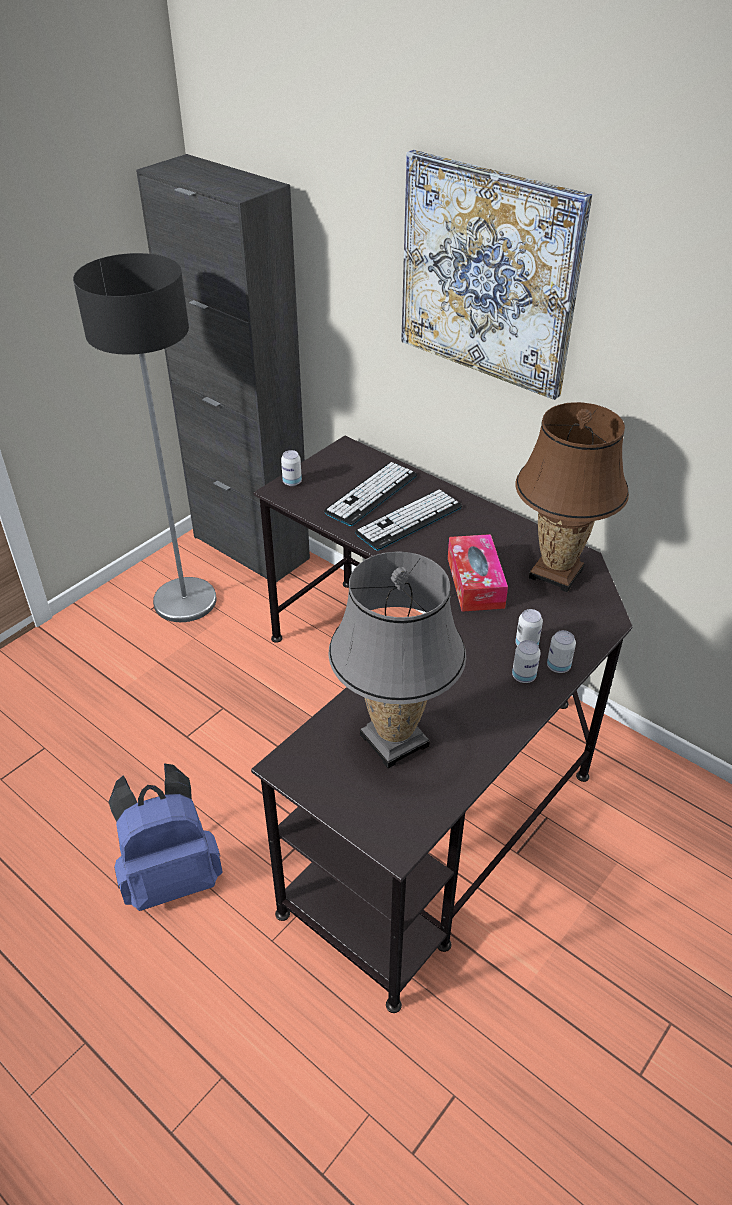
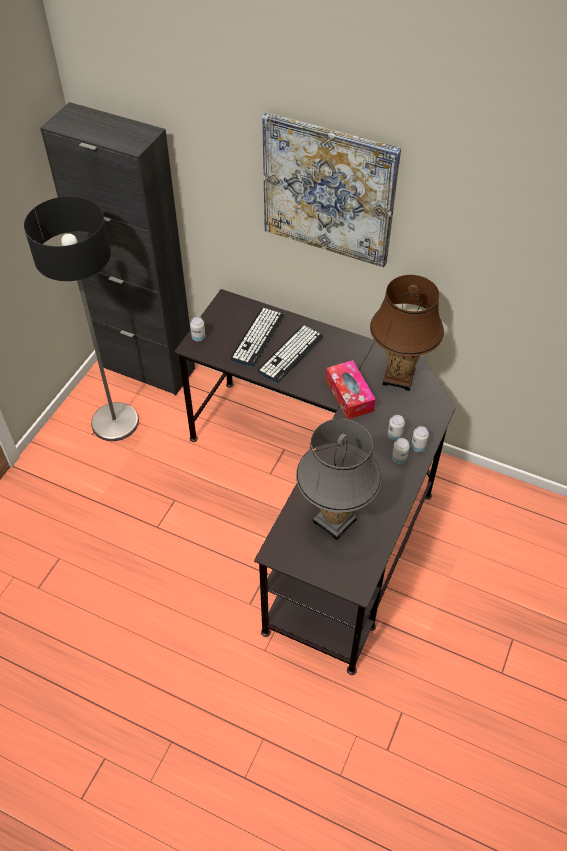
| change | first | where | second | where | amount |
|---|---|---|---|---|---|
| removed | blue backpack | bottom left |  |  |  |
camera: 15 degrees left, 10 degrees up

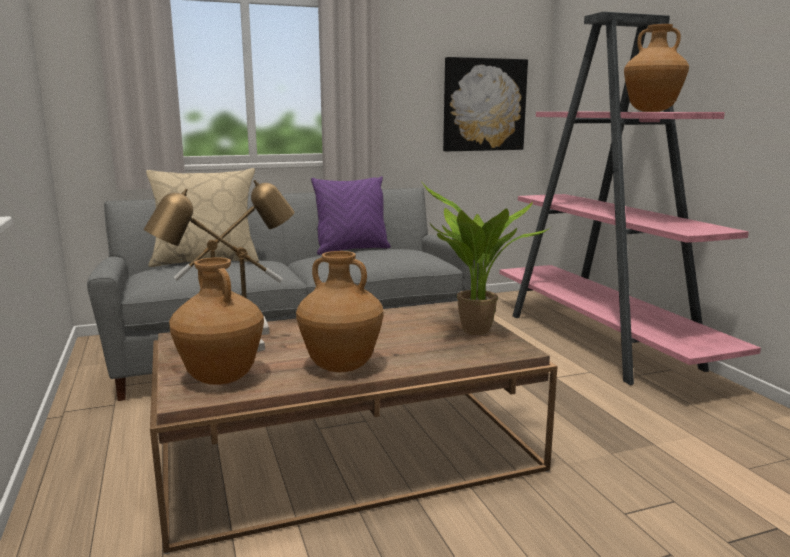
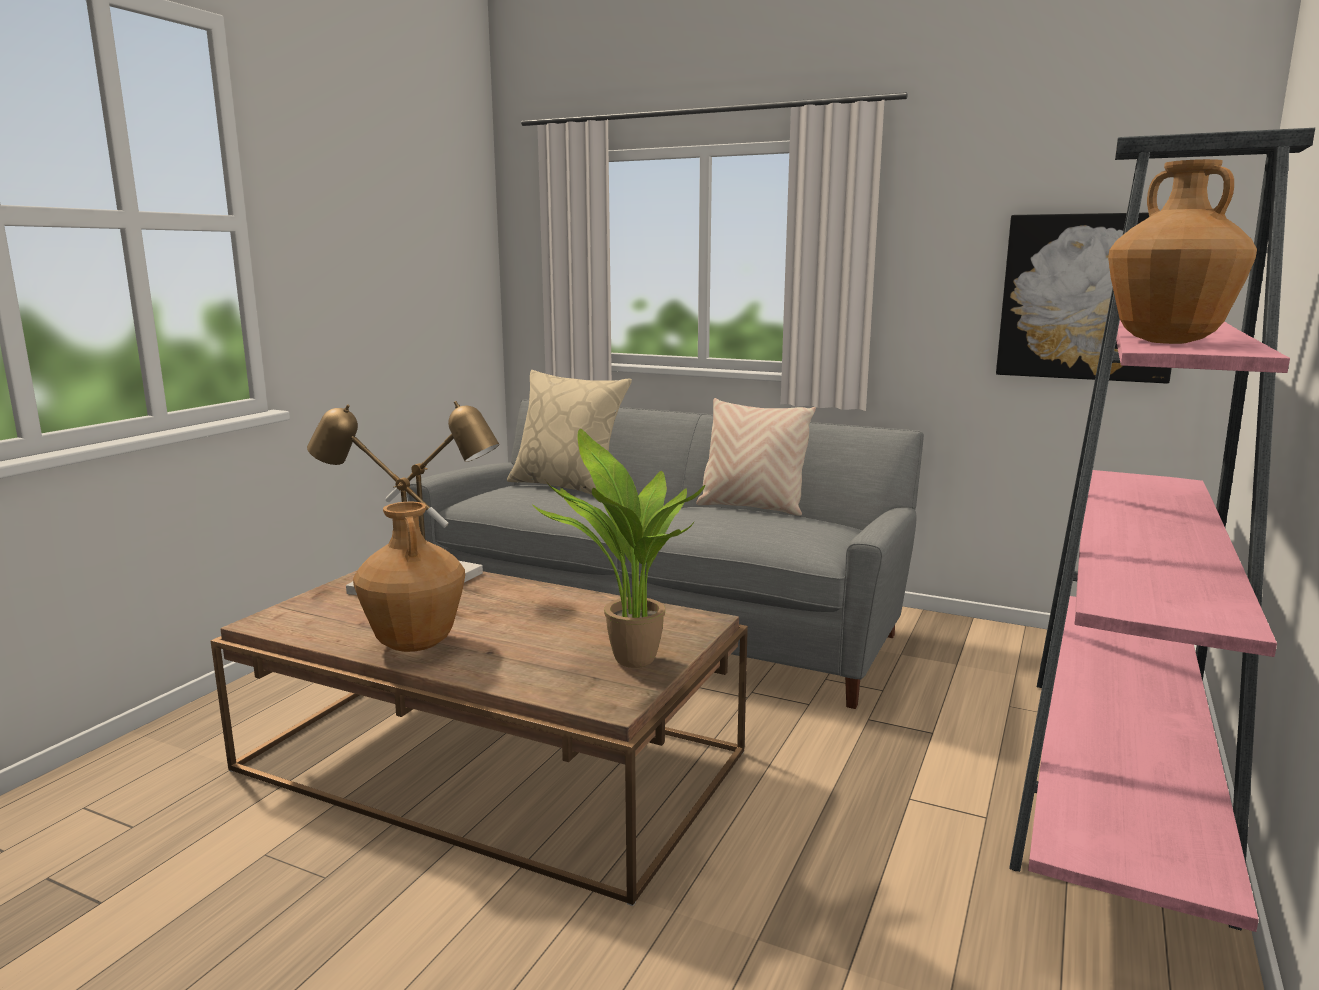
| change | first | where | second | where | amount |
|---|---|---|---|---|---|
| removed | brown vase (1st from left) | middle left |  |  |  |
| recoloured | purple pillow | centre | beige pillow (2nd from left) | centre |  |
camera: 45 degrees right, 0 degrees up

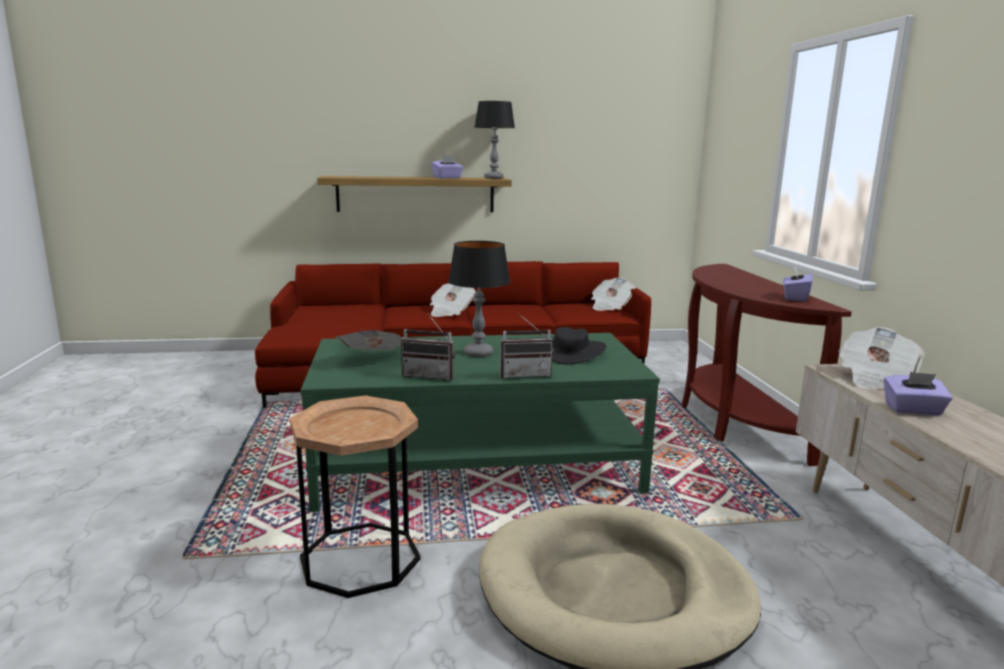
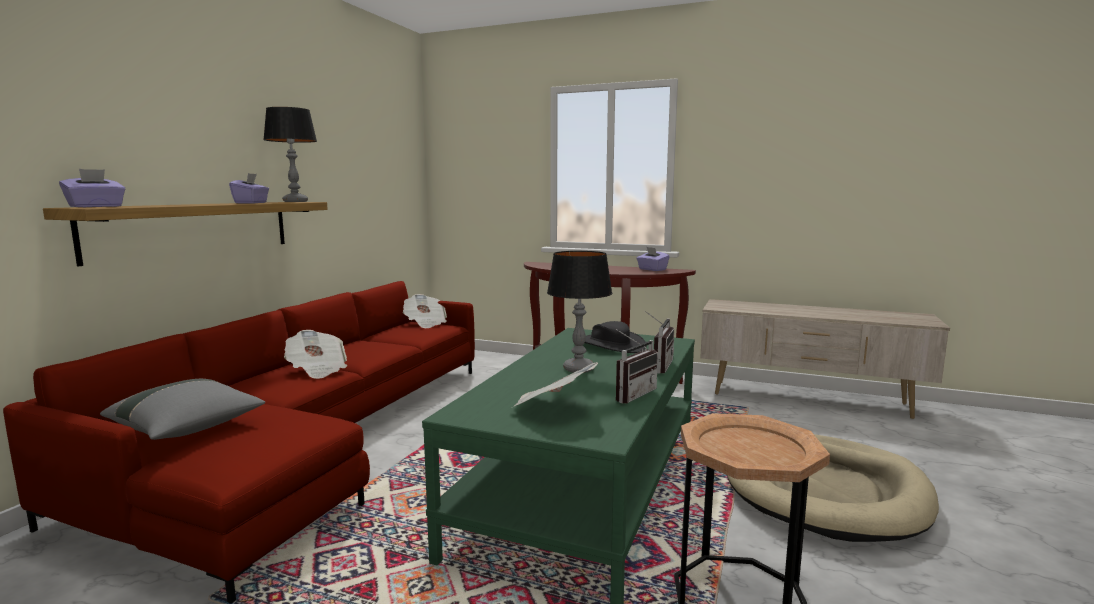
| change | first | where | second | where | amount |
|---|---|---|---|---|---|
| removed | newspaper (4th from left) | middle right |  |  |  |
| added |  |  | grey pillow | bottom left |  |
| moved | purple tissue box (3rd from left in the first image) | middle right | purple tissue box (1st from left) | top left |  |
camera: 60 degrees left, 5 degrees down

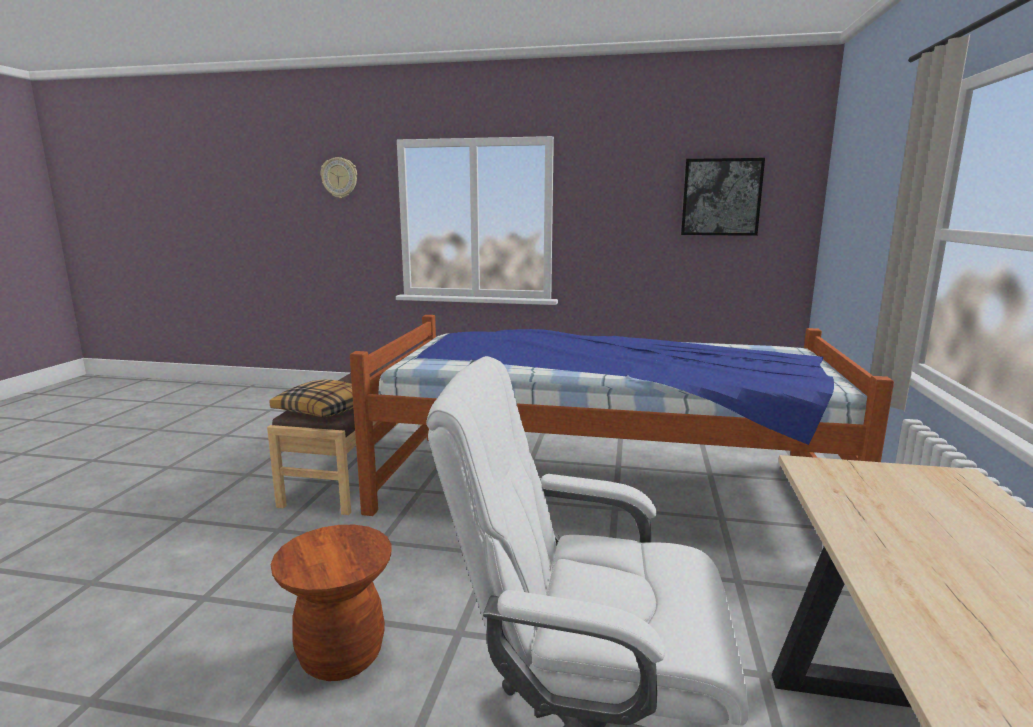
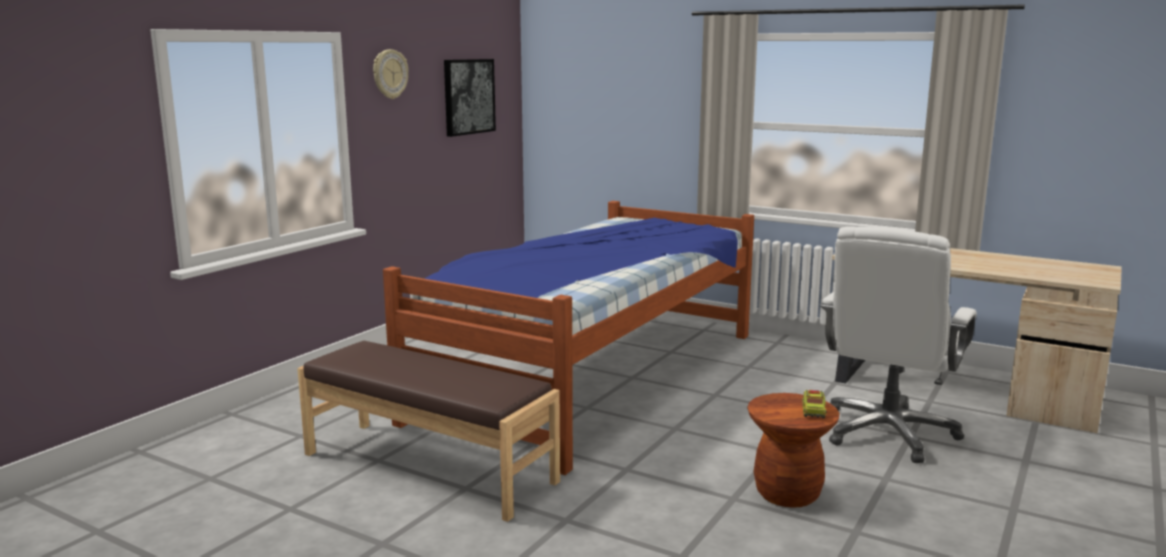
| change | first | where | second | where | amount |
|---|---|---|---|---|---|
| removed | pillow | middle left |  |  |  |
| added |  |  | toy truck | bottom right |  |
| moved | wall clock | top left |  | top centre |  |
camera: 70 degrees left, 0 degrees up

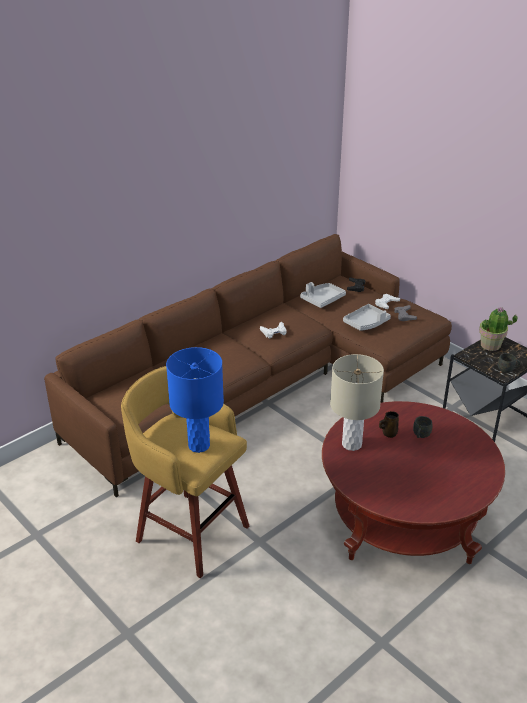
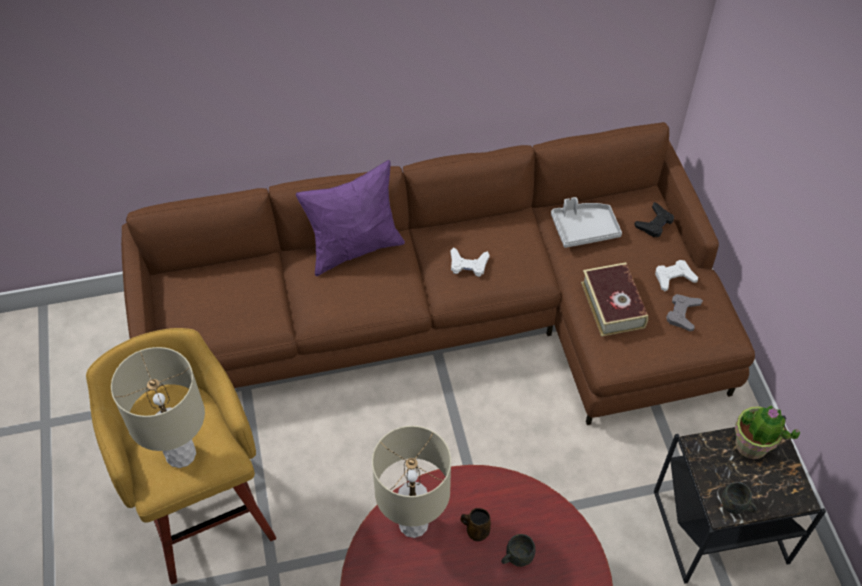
| change | first | where | second | where | amount |
|---|---|---|---|---|---|
| added |  |  | purple pillow | centre |  |
| replaced | grey tray (2nd from left) | middle right | book | middle right |  |
| recoloured | blue table lamp | centre | beige table lamp (1st from left) | bottom left |  |
camera: 30 degrees right, 20 degrees up

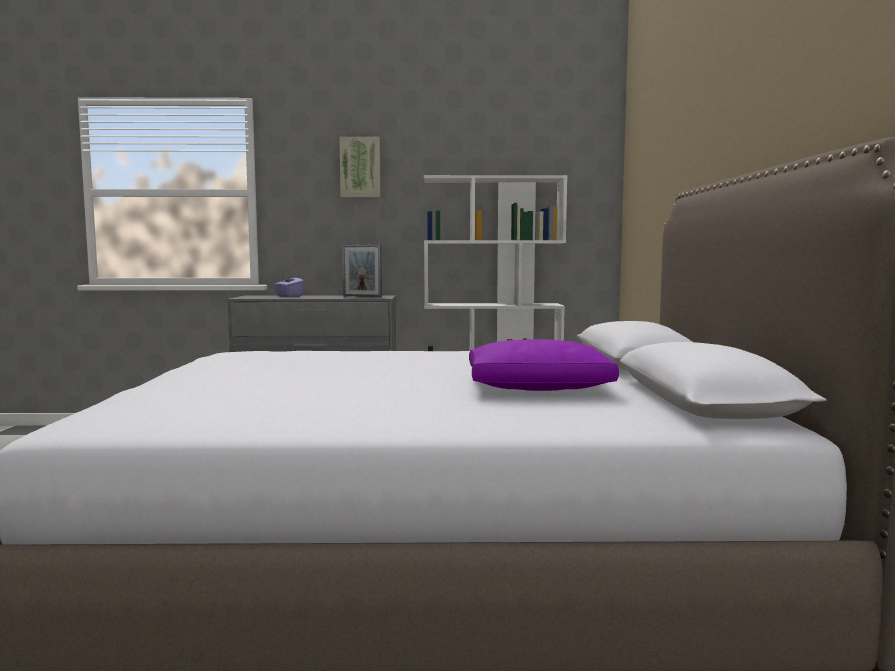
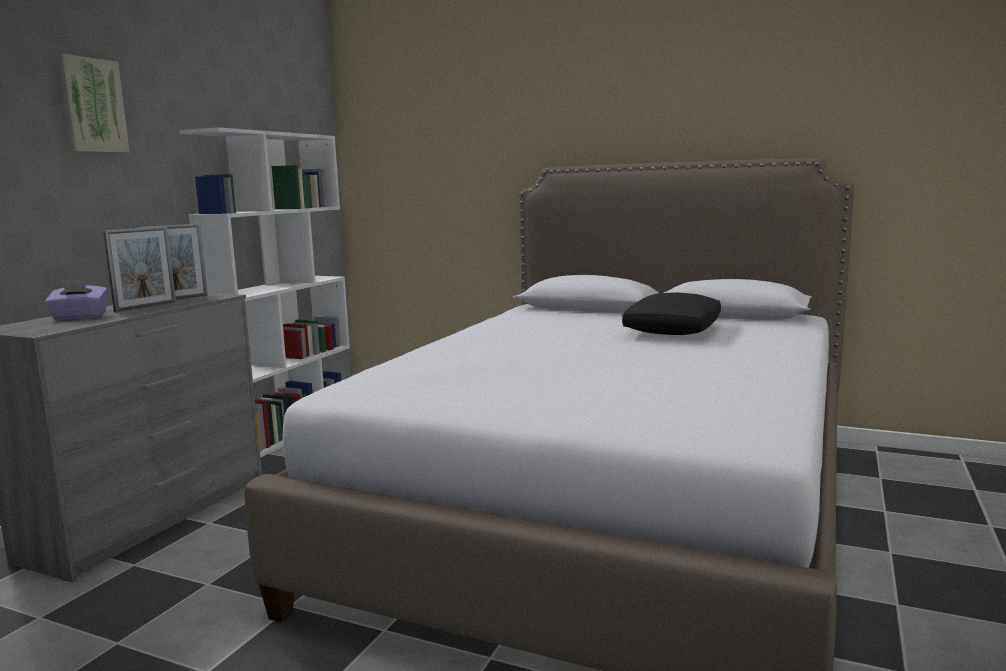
| change | first | where | second | where | amount |
|---|---|---|---|---|---|
| added |  |  | picture frame (1st from left) | middle left |  |
| recoloured | purple pillow | centre | black pillow | middle right |  |
camera: 65 degrees left, 5 degrees up

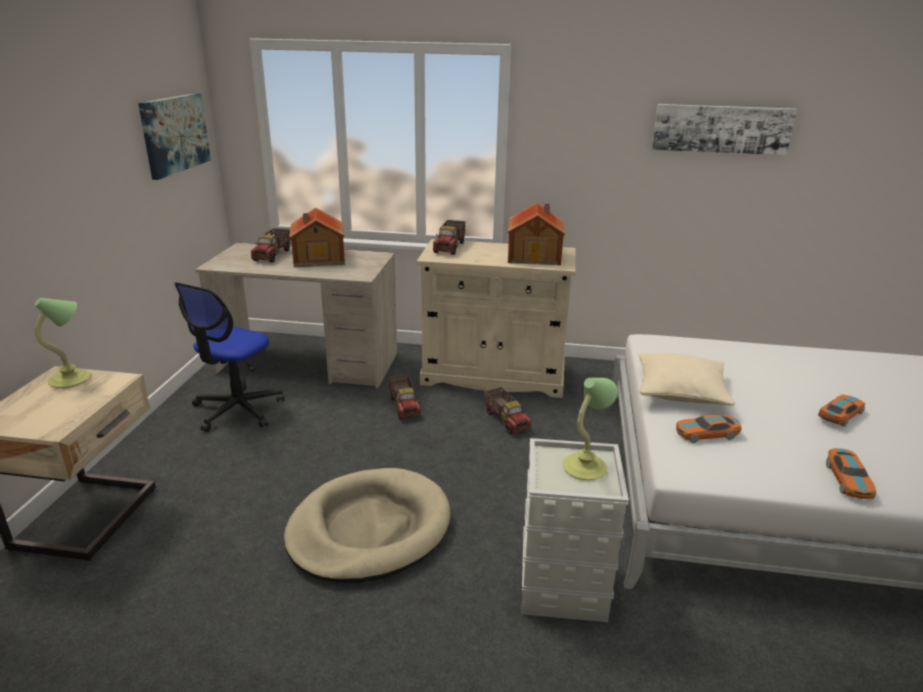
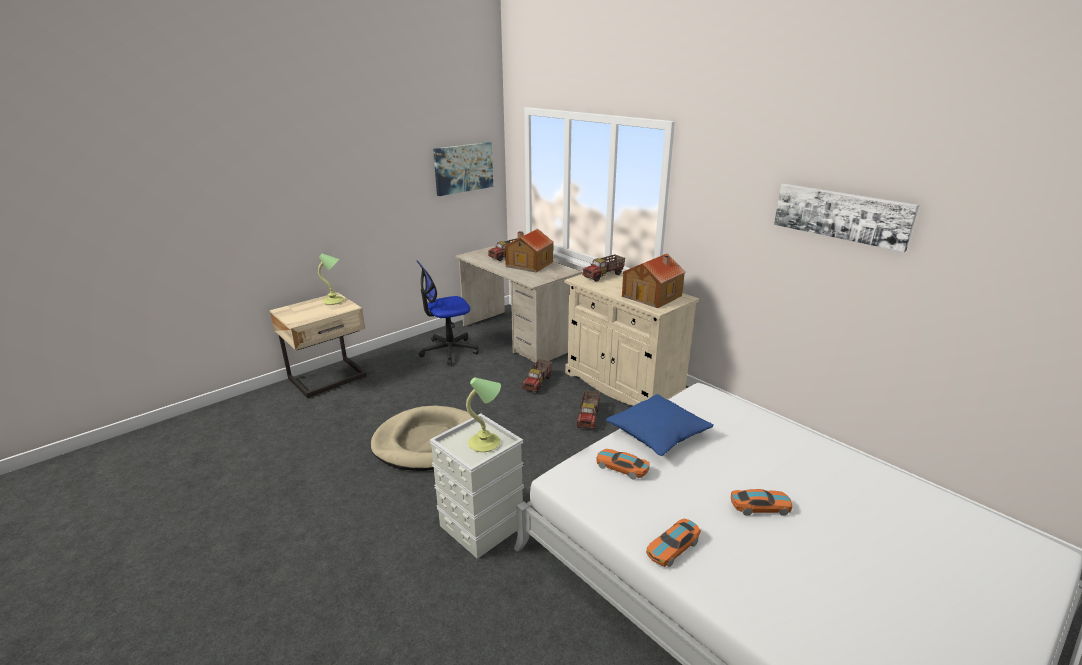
| change | first | where | second | where | amount |
|---|---|---|---|---|---|
| recoloured | beige pillow | middle right | blue pillow | centre |  |
camera: 40 degrees right, 0 degrees up

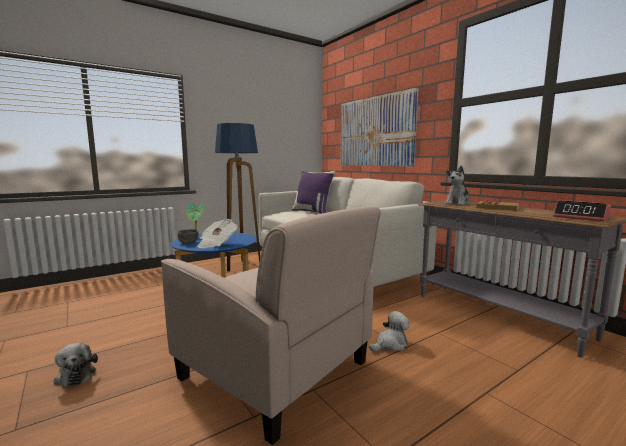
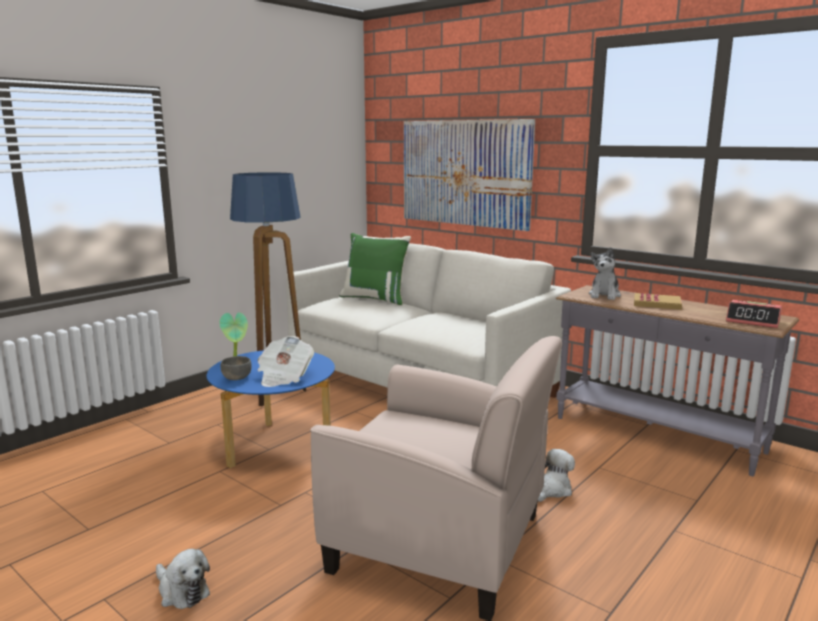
| change | first | where | second | where | amount |
|---|---|---|---|---|---|
| recoloured | purple pillow | centre | green pillow | centre |  |
camera: 15 degrees left, 5 degrees up

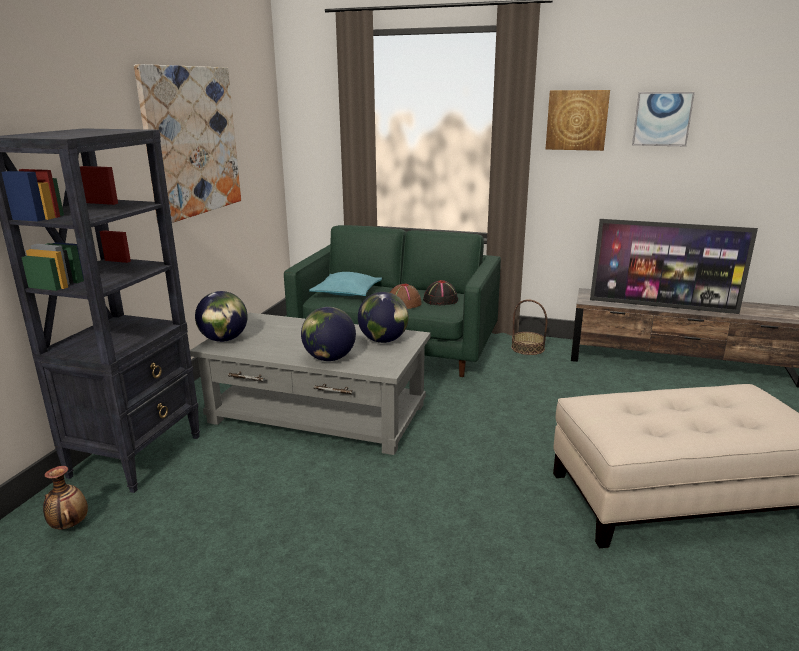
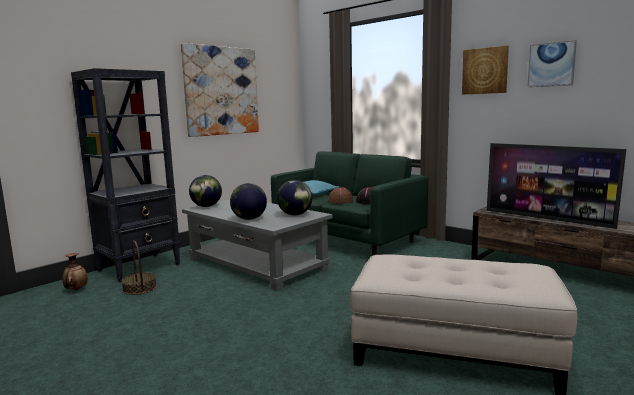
| change | first | where | second | where | amount |
|---|---|---|---|---|---|
| moved | basket | centre |  | bottom left |  |
camera: 25 degrees right, 10 degrees down

